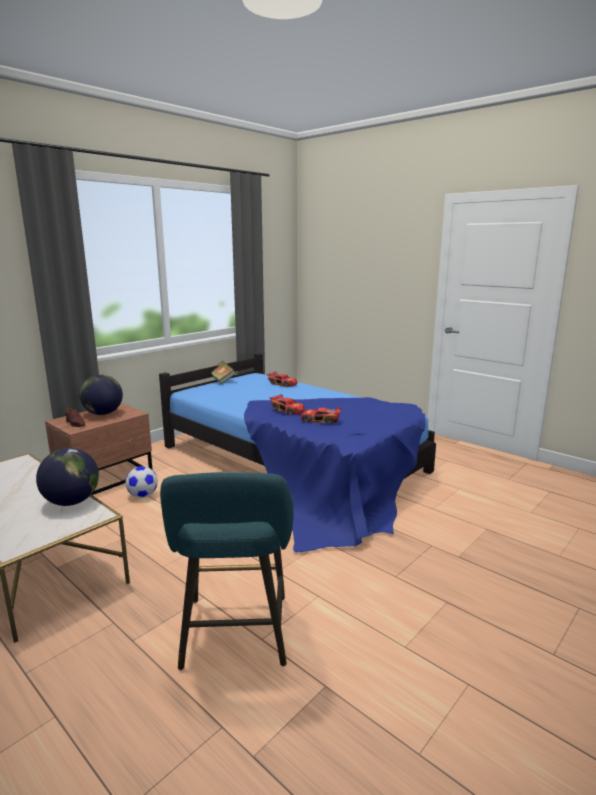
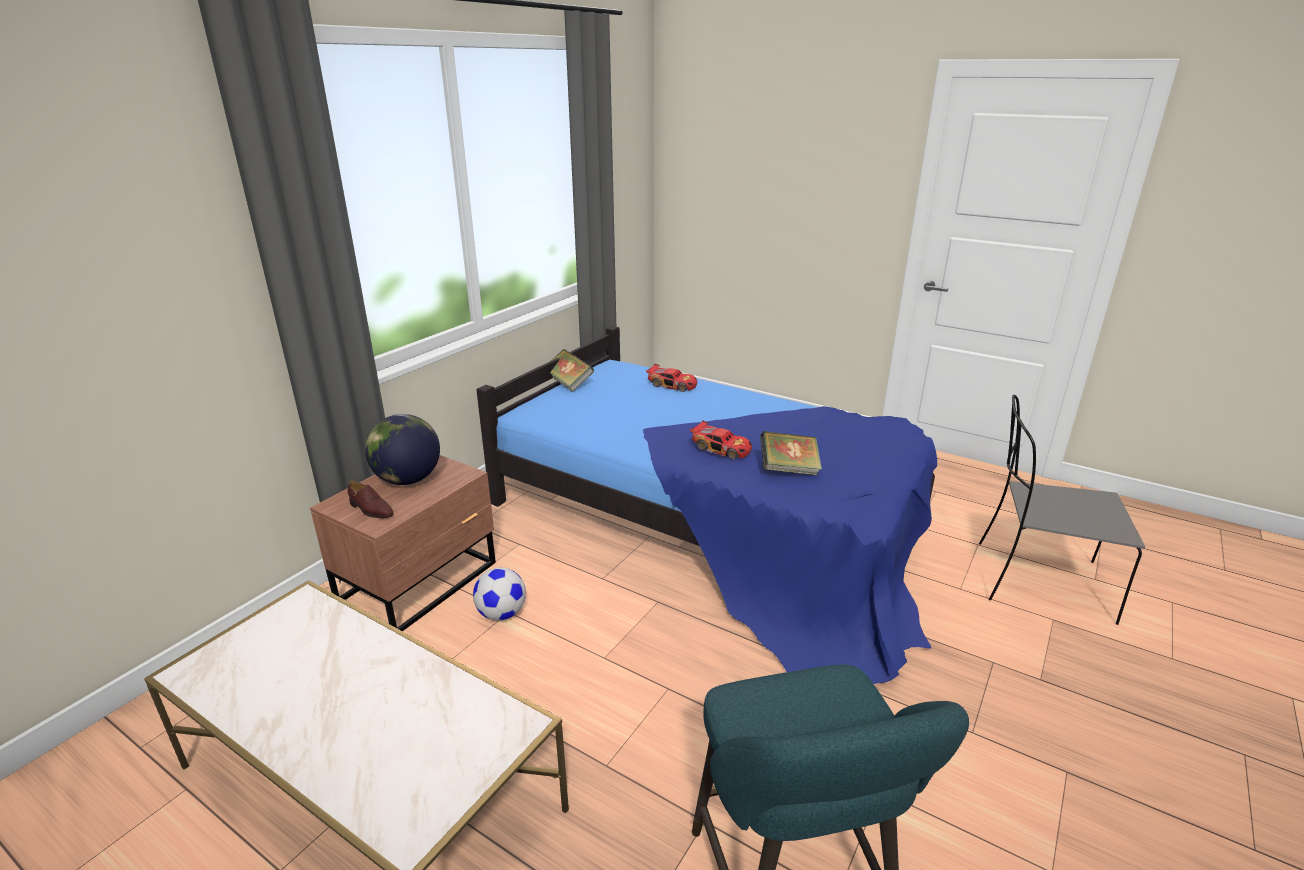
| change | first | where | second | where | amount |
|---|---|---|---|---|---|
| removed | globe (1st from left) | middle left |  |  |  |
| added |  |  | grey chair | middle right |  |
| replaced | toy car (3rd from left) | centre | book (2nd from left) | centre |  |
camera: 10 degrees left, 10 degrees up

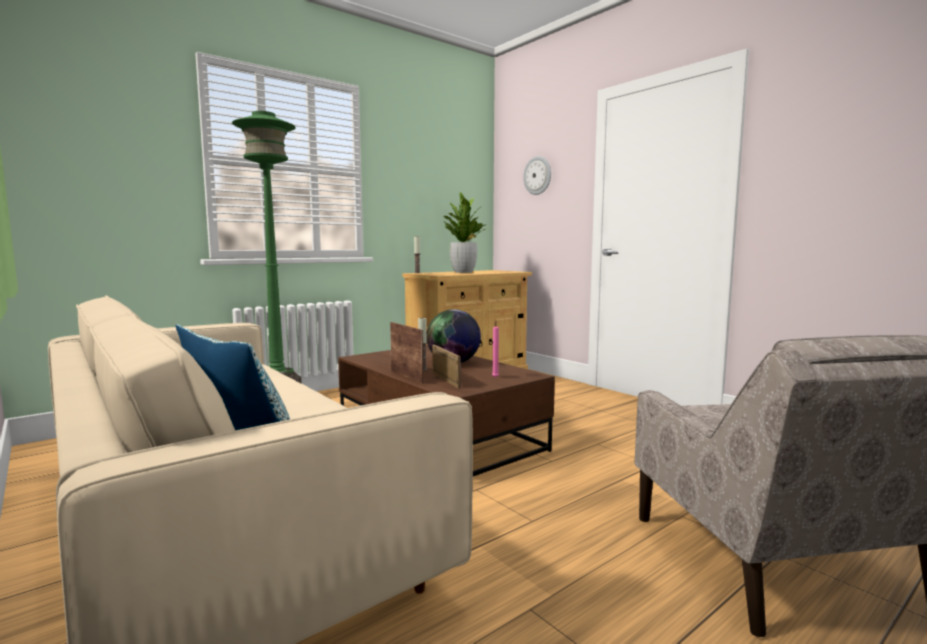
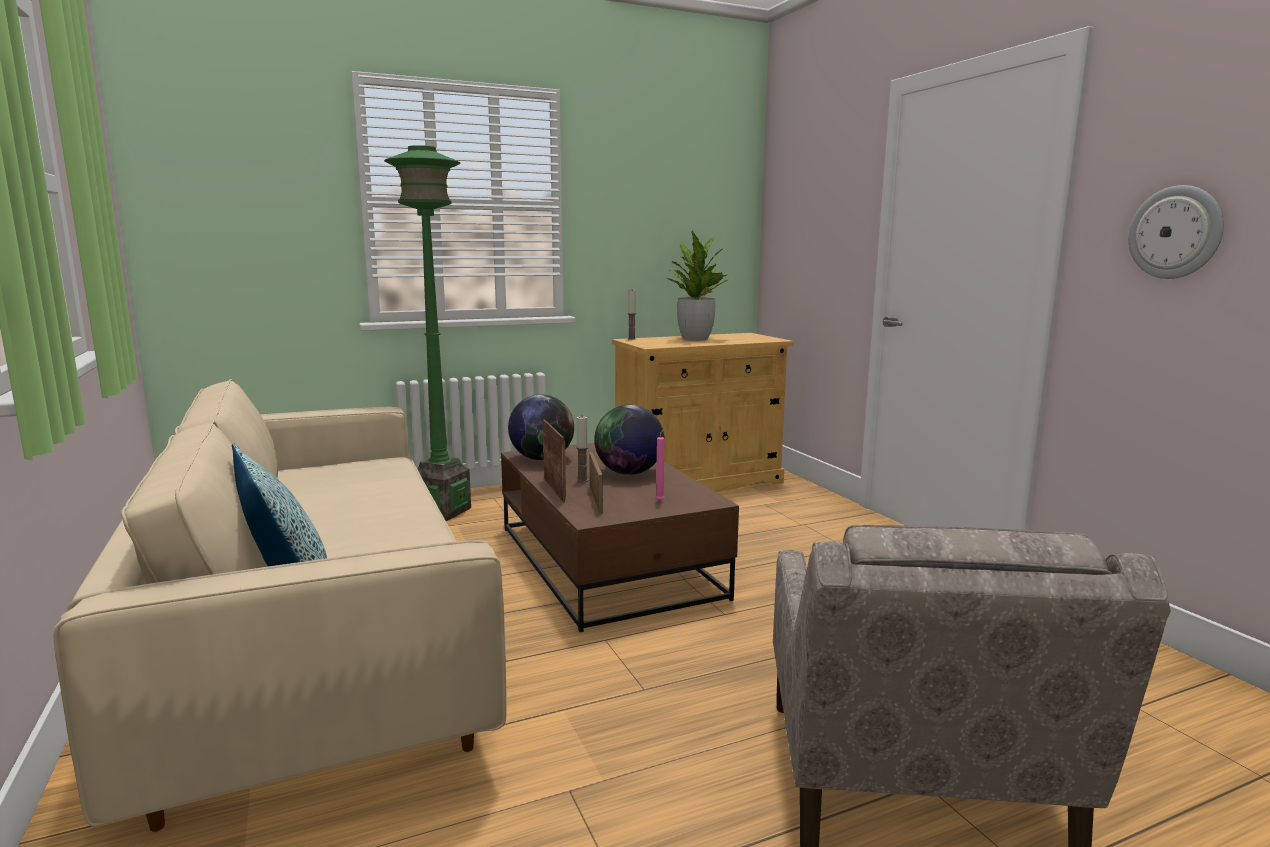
| change | first | where | second | where | amount |
|---|---|---|---|---|---|
| added |  |  | globe (1st from left) | centre |  |
| moved | wall clock | top centre |  | top right |  |
camera: 15 degrees right, 5 degrees up

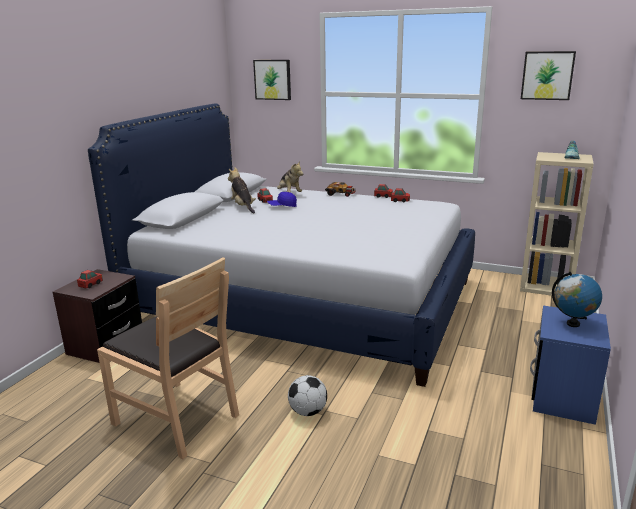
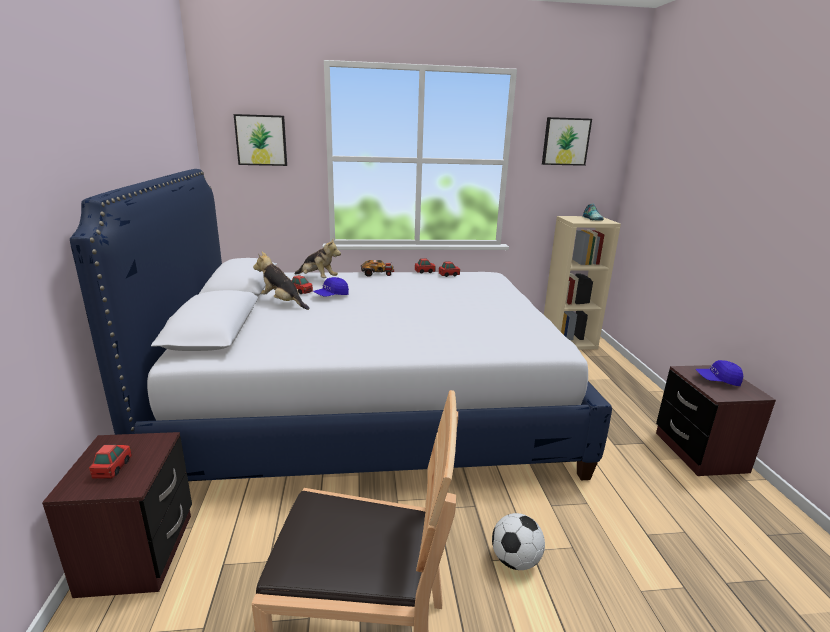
| change | first | where | second | where | amount |
|---|---|---|---|---|---|
| replaced | globe | middle right | blue cap (2nd from left) | middle right |  |
| recoloured | blue nightstand | bottom right | brown nightstand (2nd from left) | middle right |  |
camera: 30 degrees left, 0 degrees up

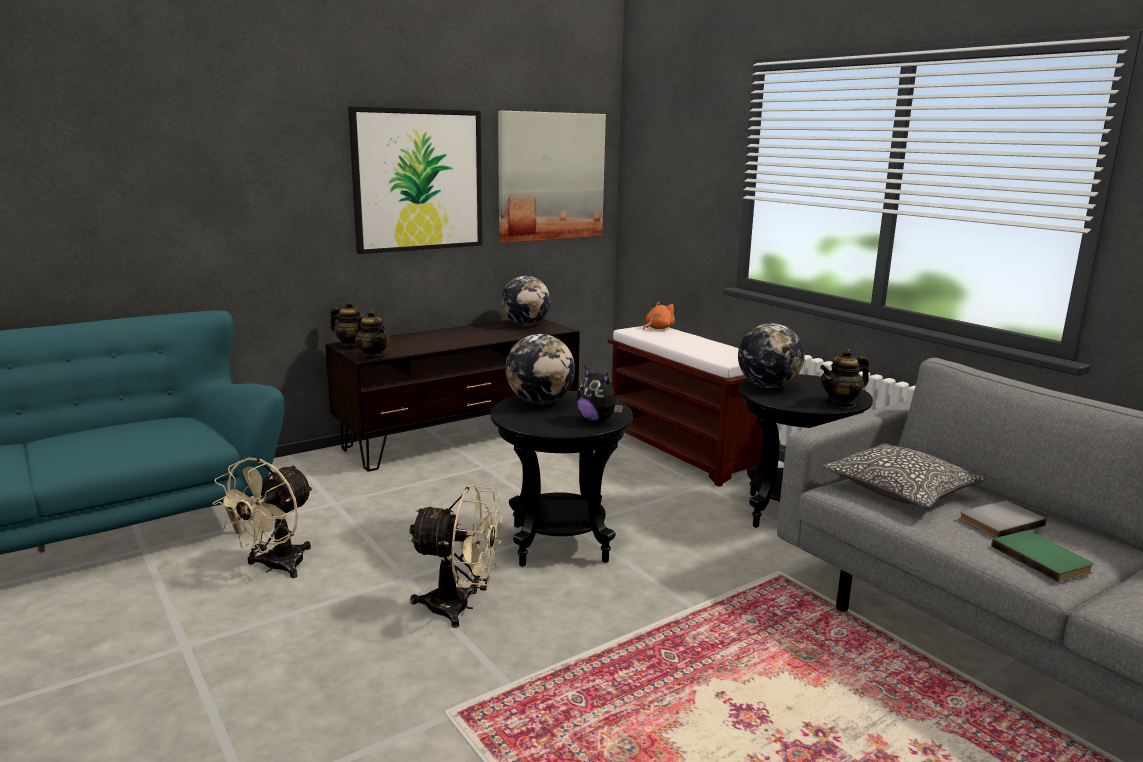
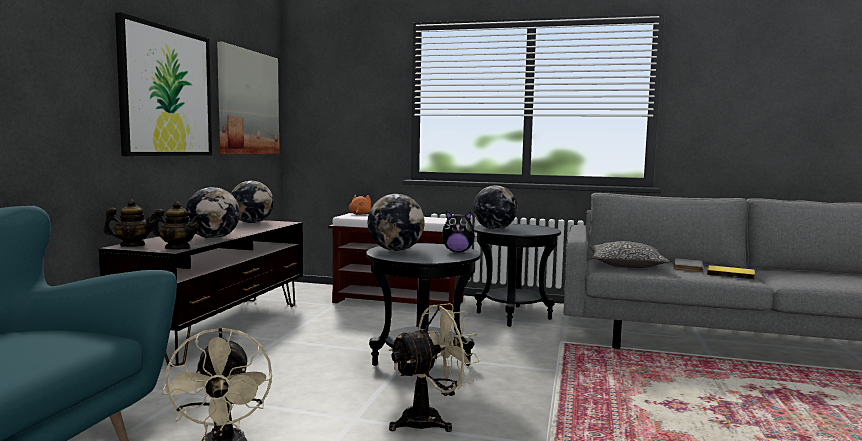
| change | first | where | second | where | amount |
|---|---|---|---|---|---|
| removed | teapot (3rd from left) | middle right |  |  |  |
| added |  |  | globe (1st from left) | middle left |  |
| recoloured | green book | bottom right | yellow book | middle right |  |
camera: 40 degrees left, 10 degrees down

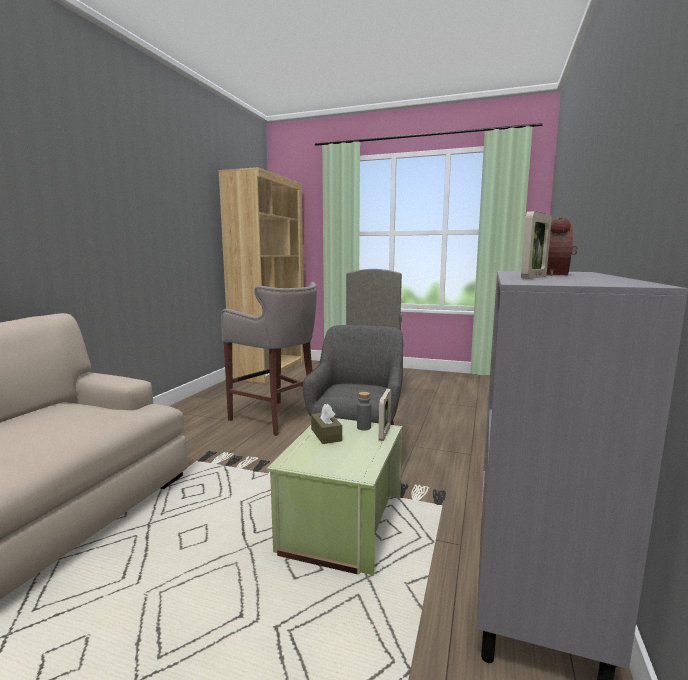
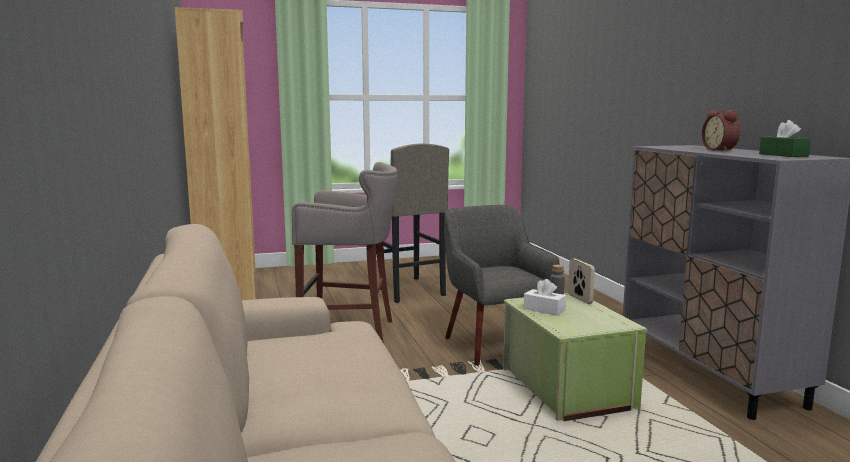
| change | first | where | second | where | amount |
|---|---|---|---|---|---|
| removed | picture frame (2nd from left) | middle right |  |  |  |
| added |  |  | green tissue box | top right |  |
| recoloured | brown tissue box | centre | white tissue box | centre |  |
camera: 35 degrees left, 0 degrees up

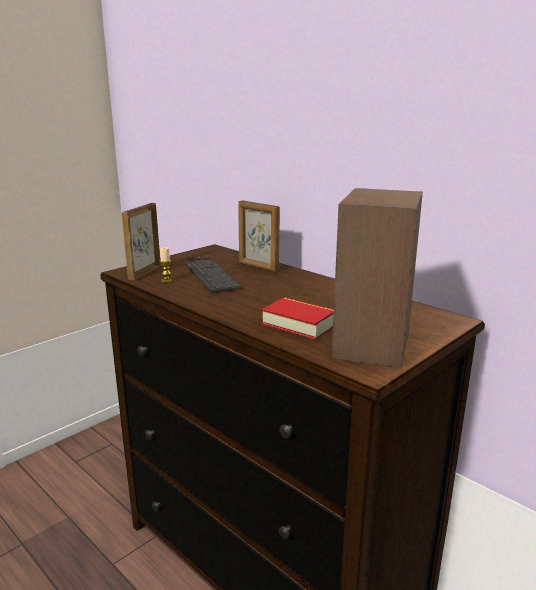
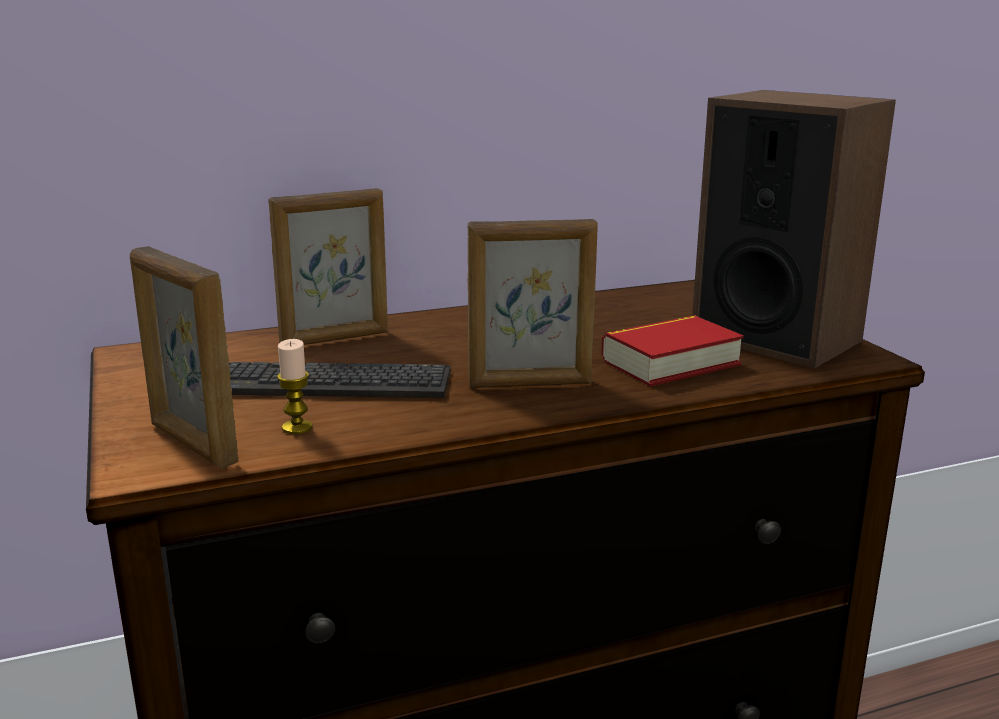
| change | first | where | second | where | amount |
|---|---|---|---|---|---|
| added |  |  | picture frame (3rd from left) | centre |  |
camera: 65 degrees left, 0 degrees up

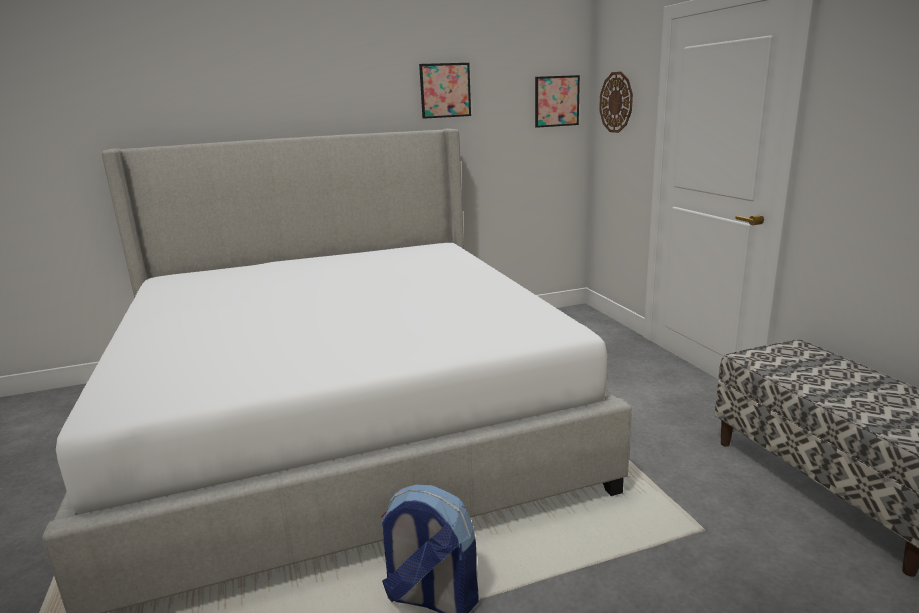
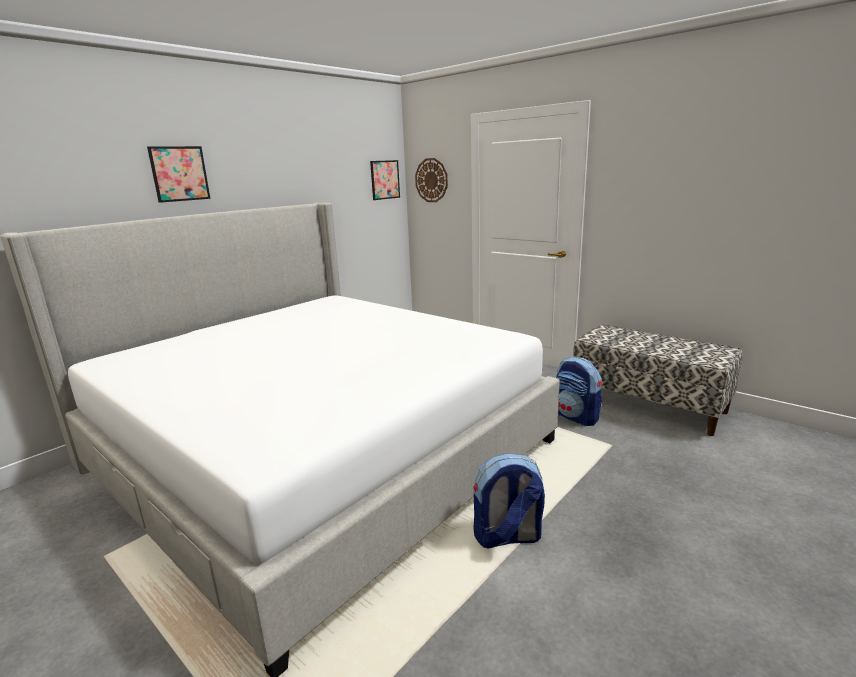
| change | first | where | second | where | amount |
|---|---|---|---|---|---|
| added |  |  | backpack (2nd from left) | middle right |  |
| moved | picture (1st from left) | top centre |  | top left |  |
camera: 30 degrees left, 0 degrees up

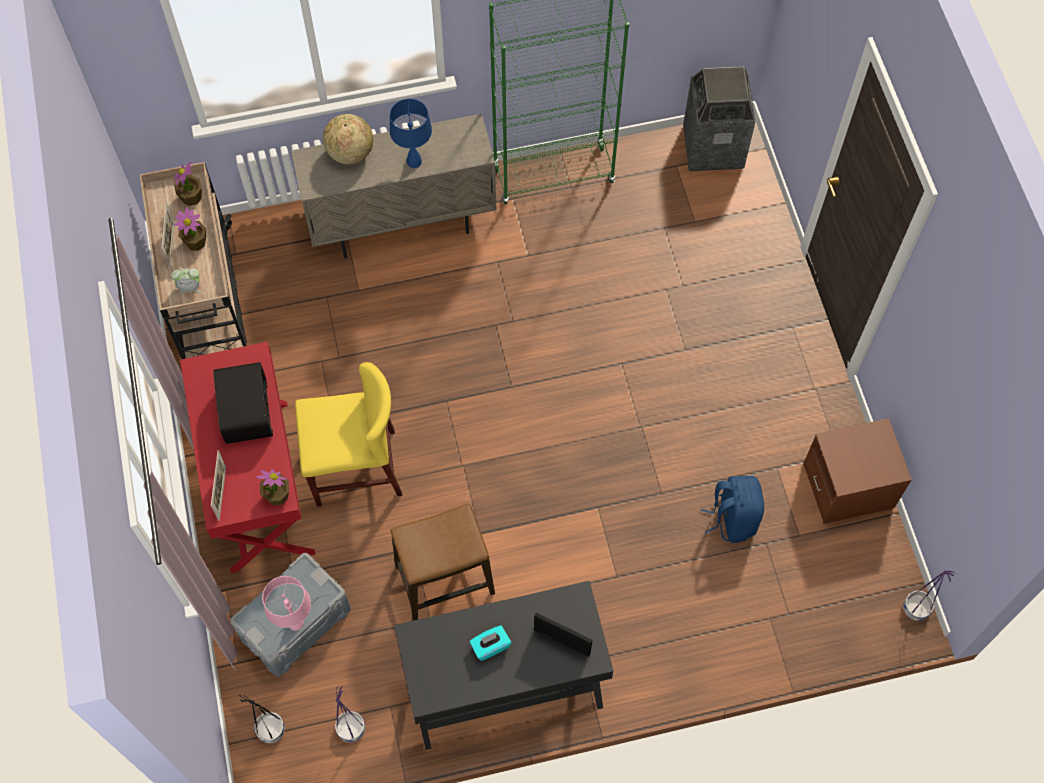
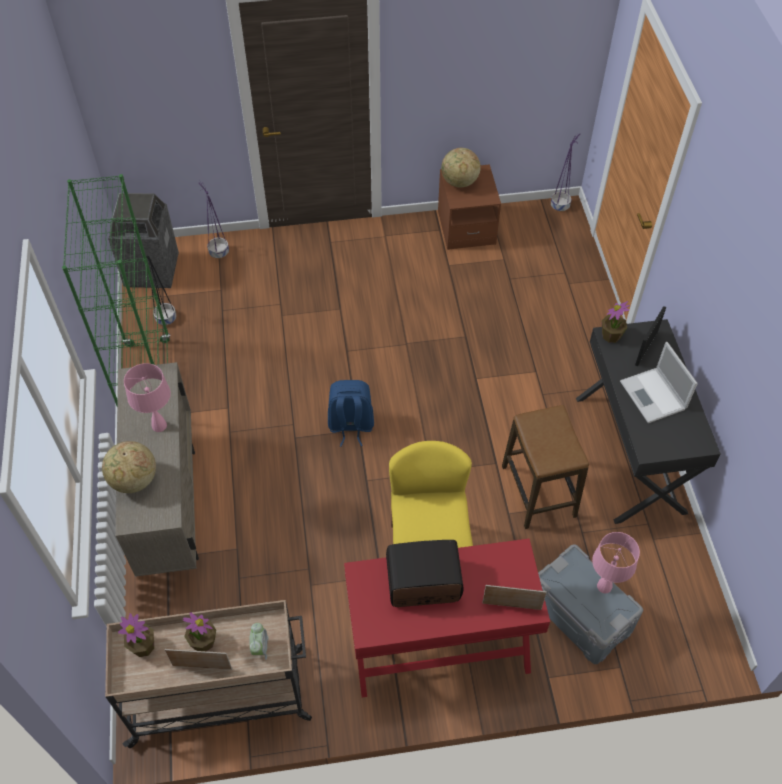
| change | first | where | second | where | amount |
|---|---|---|---|---|---|
| added |  |  | globe (2nd from left) | top centre |  |
| moved | black planter | bottom left |  | middle left |  |
| moved | potted plant (3rd from left) | middle left |  | middle right |  |
| moved | purple planter (1st from left) | bottom centre |  | top left |  |
| moved | blue backpack | middle right |  | centre |  |
| replaced | turquoise tissue box | bottom centre | laptop | middle right |  |
| recoloured | blue table lamp | top centre | pink table lamp (1st from left) | middle left |  |
camera: 85 degrees left, 10 degrees down

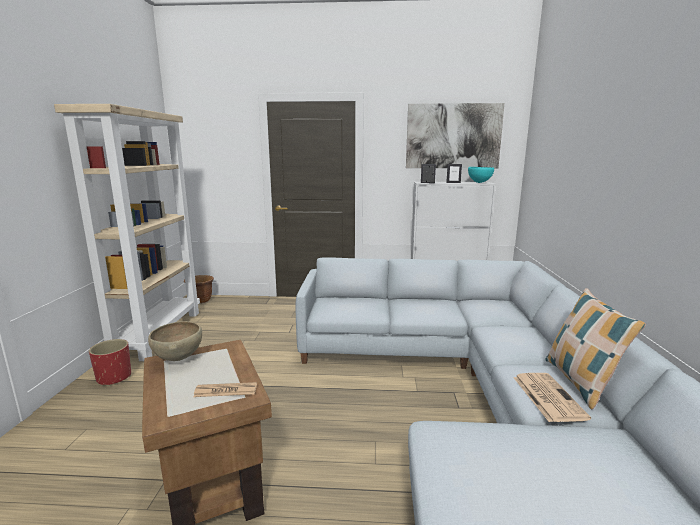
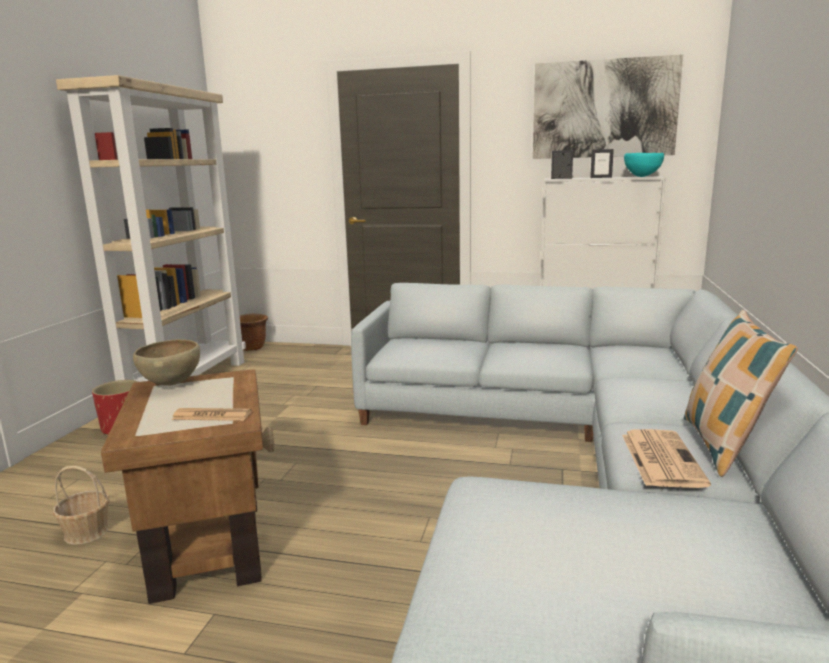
| change | first | where | second | where | amount |
|---|---|---|---|---|---|
| added |  |  | basket | bottom left |  |
camera: 10 degrees right, 0 degrees up

